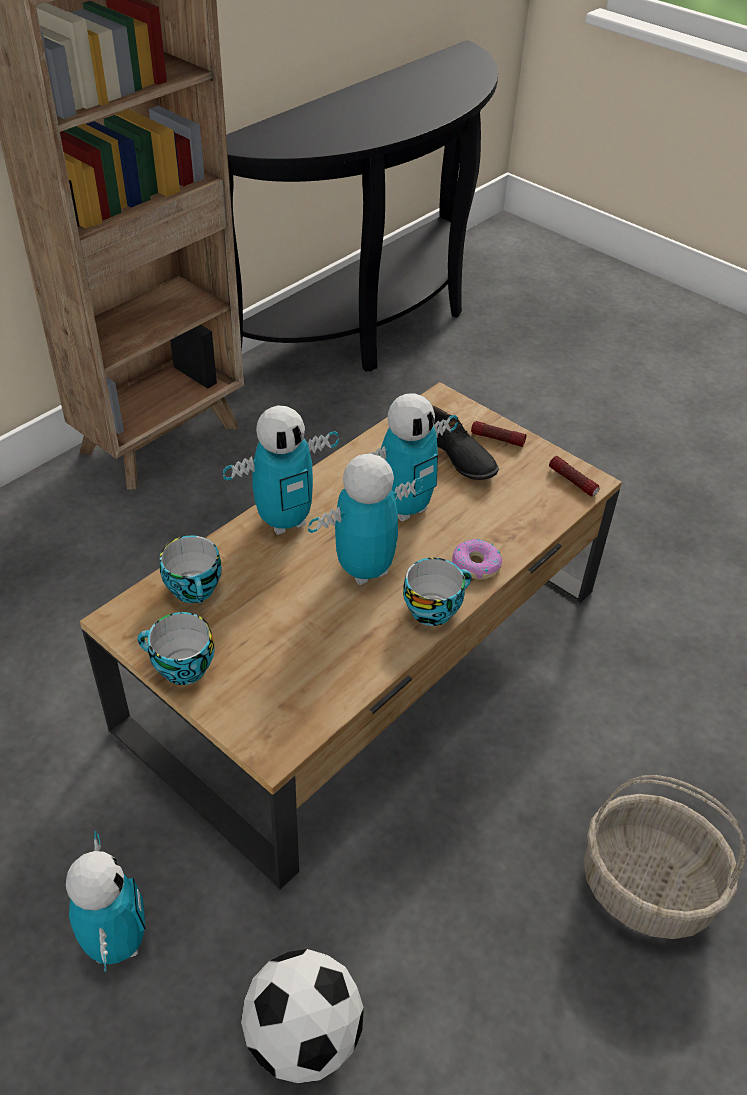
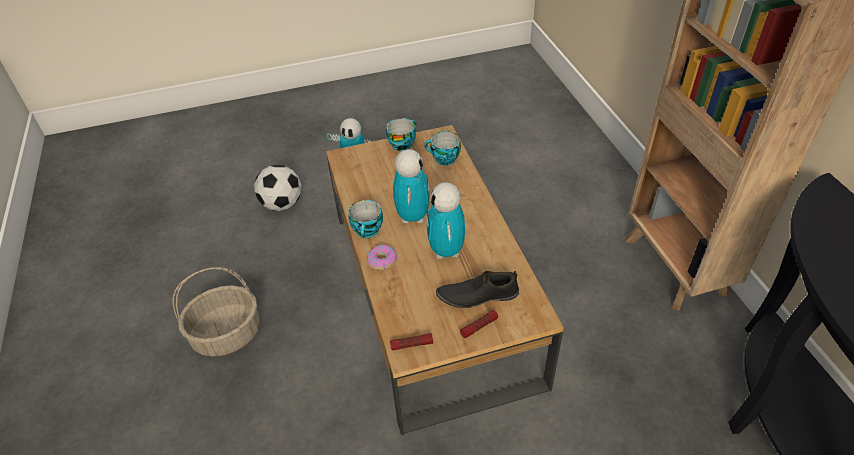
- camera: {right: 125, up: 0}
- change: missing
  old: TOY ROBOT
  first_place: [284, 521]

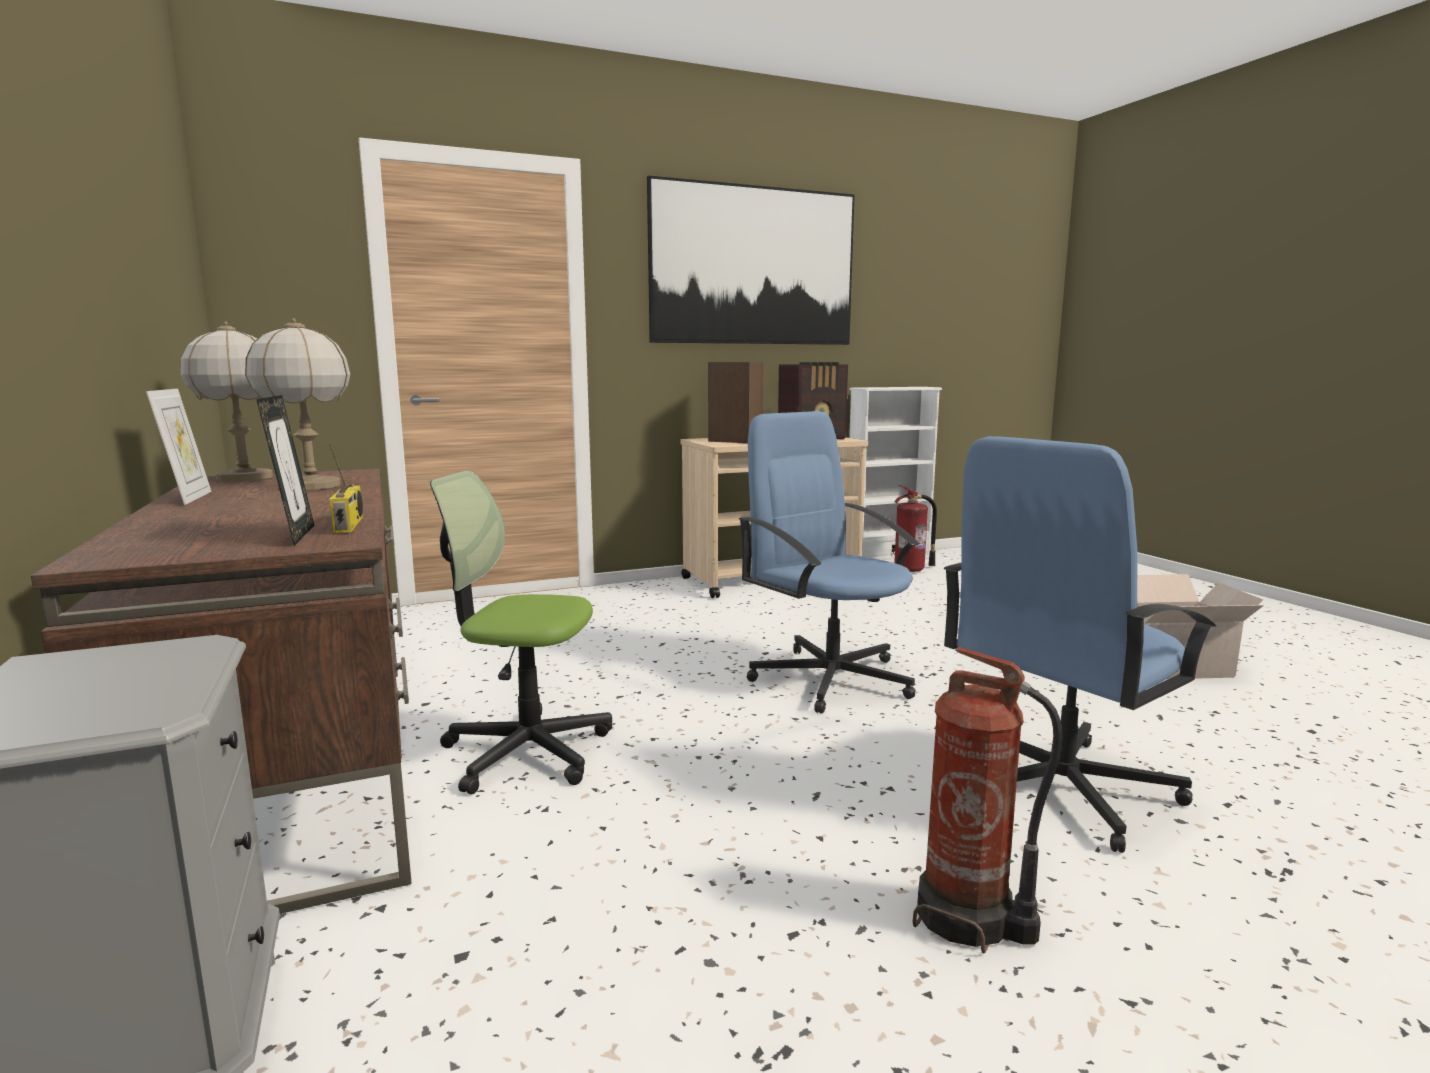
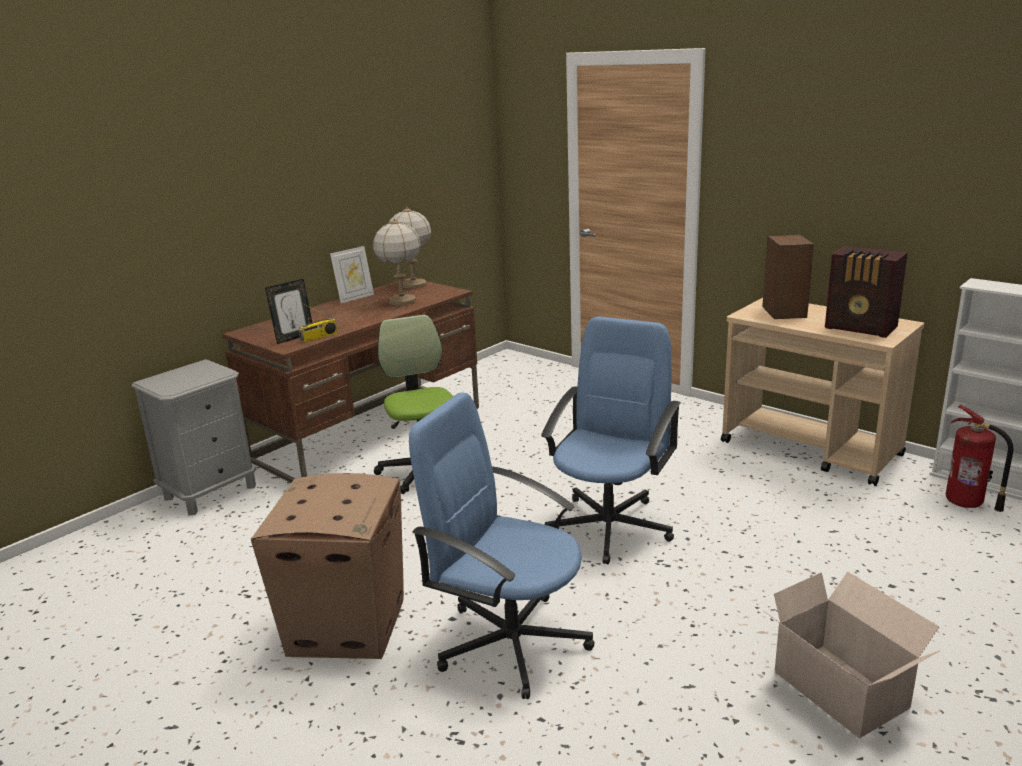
- camera: {right: 65, up: 10}
- change: missing
  old: PICTURE
  first_place: [754, 266]
- change: exchanged
  old: FIRE EXTINGUISHER
  new: CARDBOARD BOX
  first_place: [968, 920]
  second_place: [348, 626]

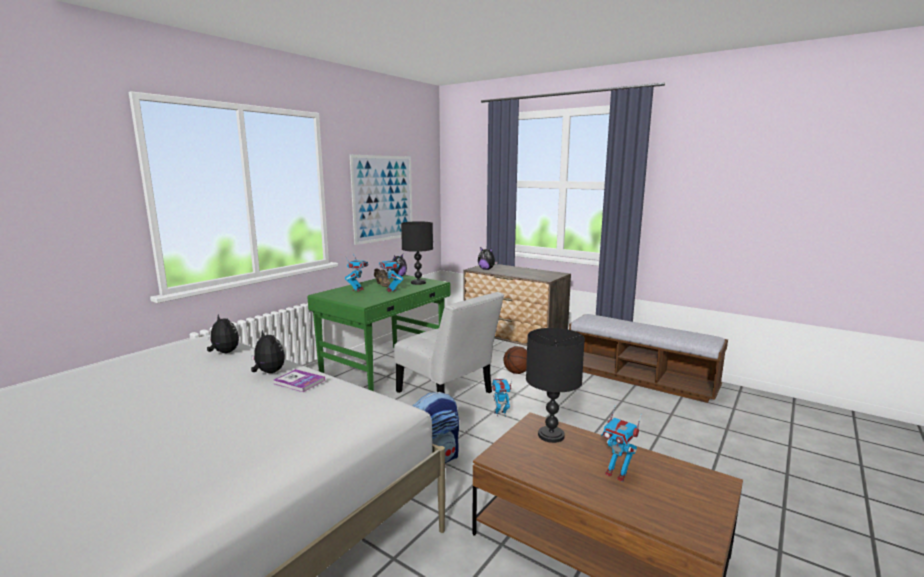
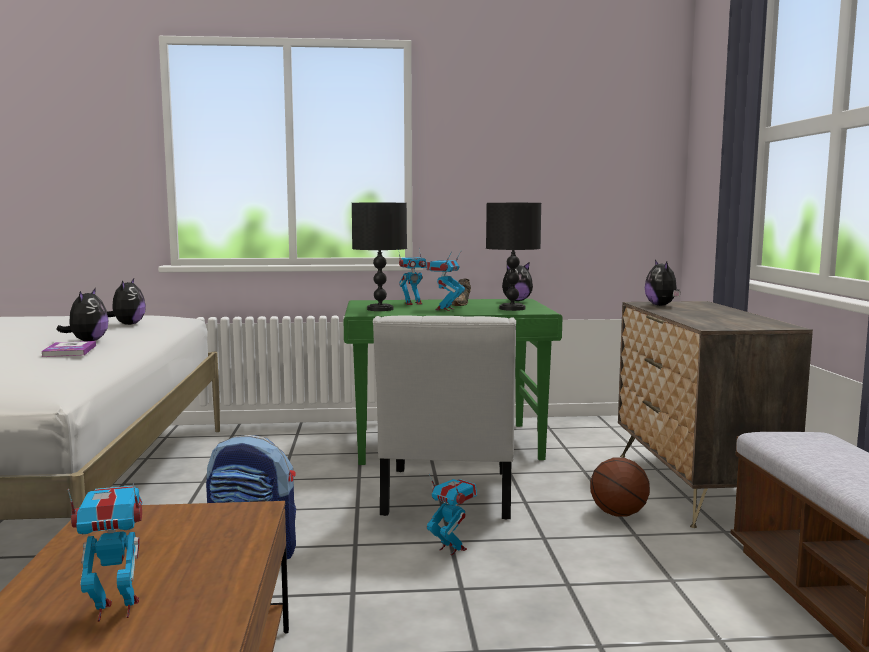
- camera: {right: 50, up: -5}
- change: missing
  old: PICTURE
  first_place: [383, 198]
- change: relocated
  old: BLACK TABLE LAMP
  first_place: [550, 435]
  second_place: [380, 309]
- change: spun
  old: TOY ROBOT
  first_place: [617, 474]
  second_place: [115, 610]
  degrees: 75

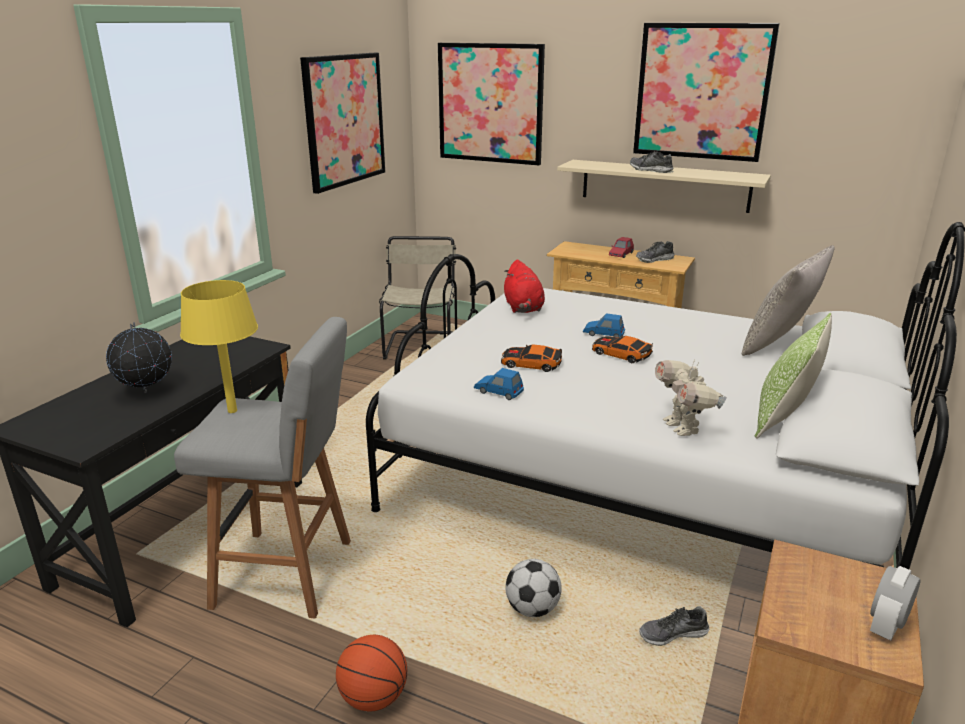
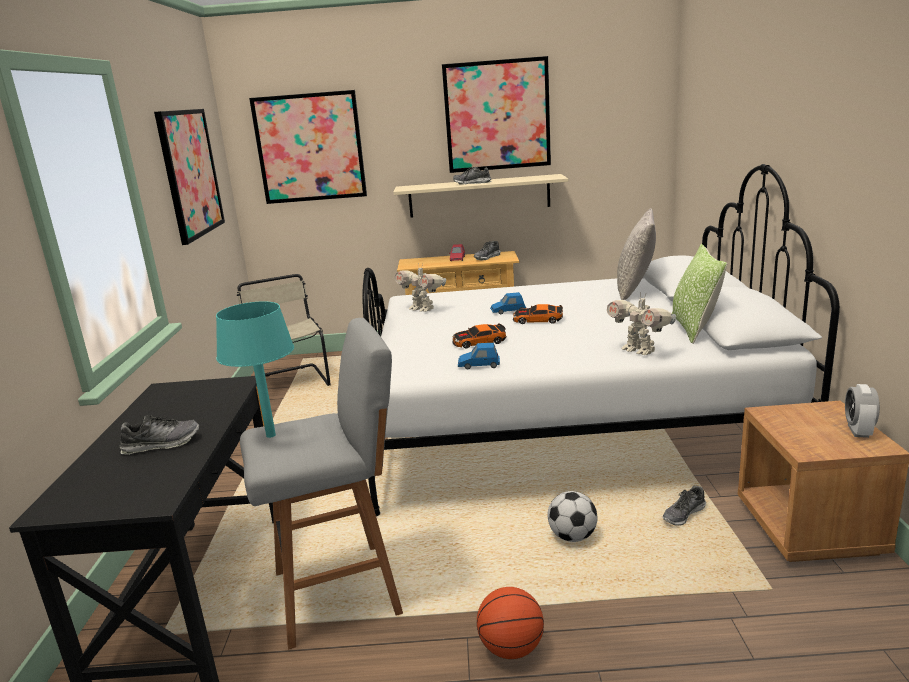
- camera: {right: -25, up: -5}
- change: exchanged
  old: GLOBE
  new: SHOE
  first_place: [147, 391]
  second_place: [161, 444]
- change: exchanged
  old: RED PLUSH TOY
  new: TOY ROBOT
  first_place: [523, 308]
  second_place: [422, 309]
- change: colour
  old: YELLOW TABLE LAMP
  new: TURQUOISE TABLE LAMP
  first_place: [232, 411]
  second_place: [270, 435]

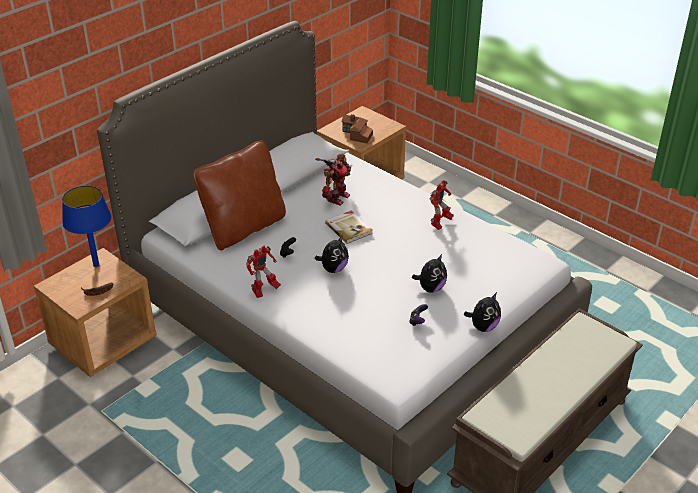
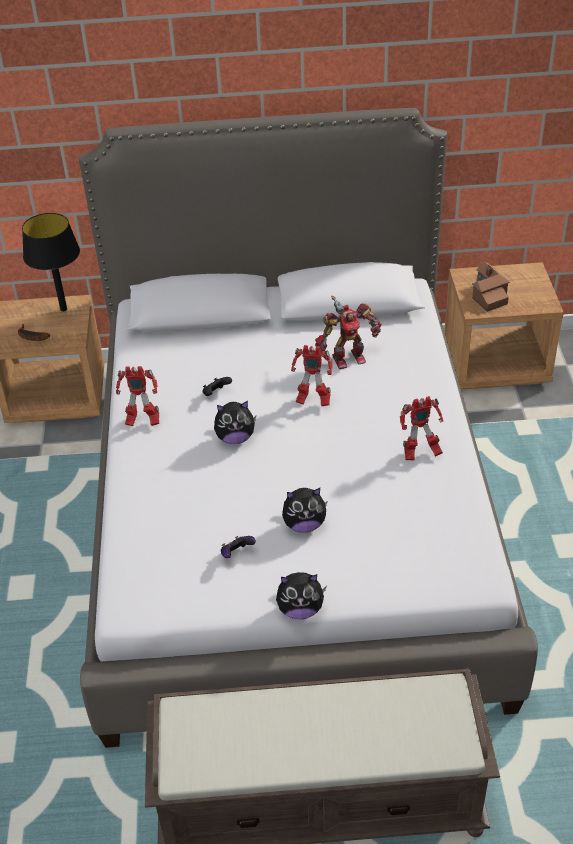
- camera: {right: 45, up: 5}
- change: missing
  old: BROWN PILLOW
  first_place: [244, 228]
- change: exchanged
  old: BOOK
  new: TOY ROBOT
  first_place: [349, 228]
  second_place: [312, 401]
- change: colour
  old: BLUE TABLE LAMP
  new: BLACK TABLE LAMP
  first_place: [96, 265]
  second_place: [63, 309]

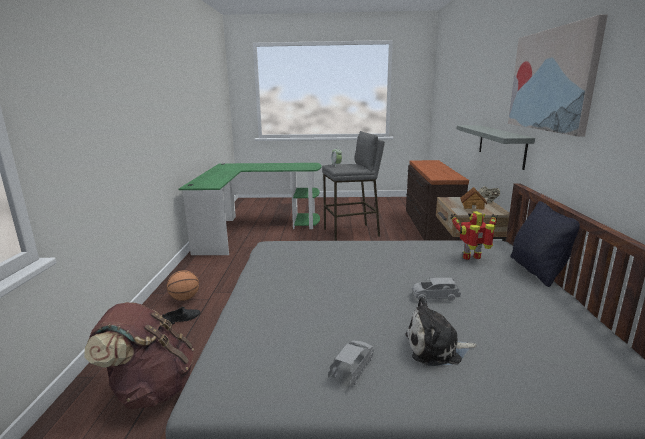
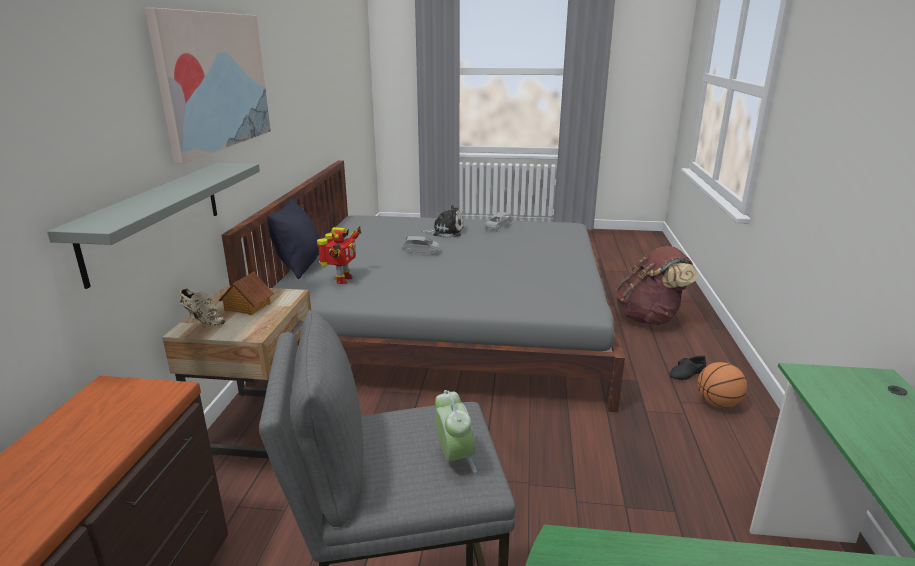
- camera: {right: -175, up: 5}
- change: spun
  old: TOY ROBOT
  first_place: [472, 258]
  second_place: [342, 280]
  degrees: -75

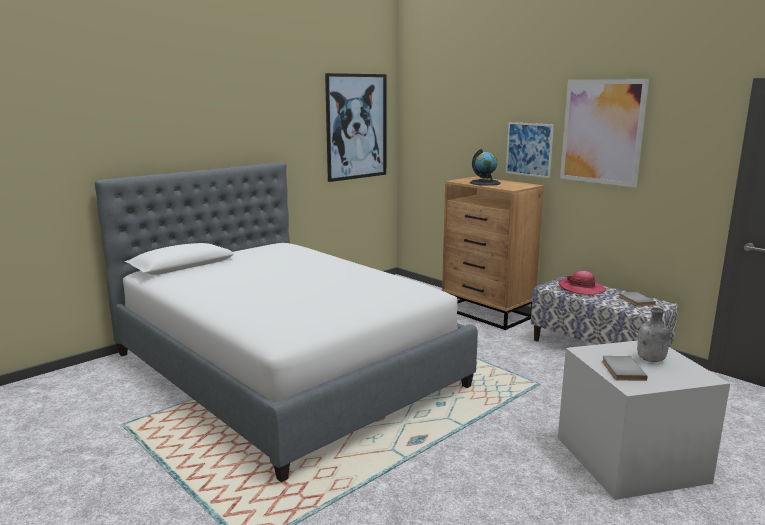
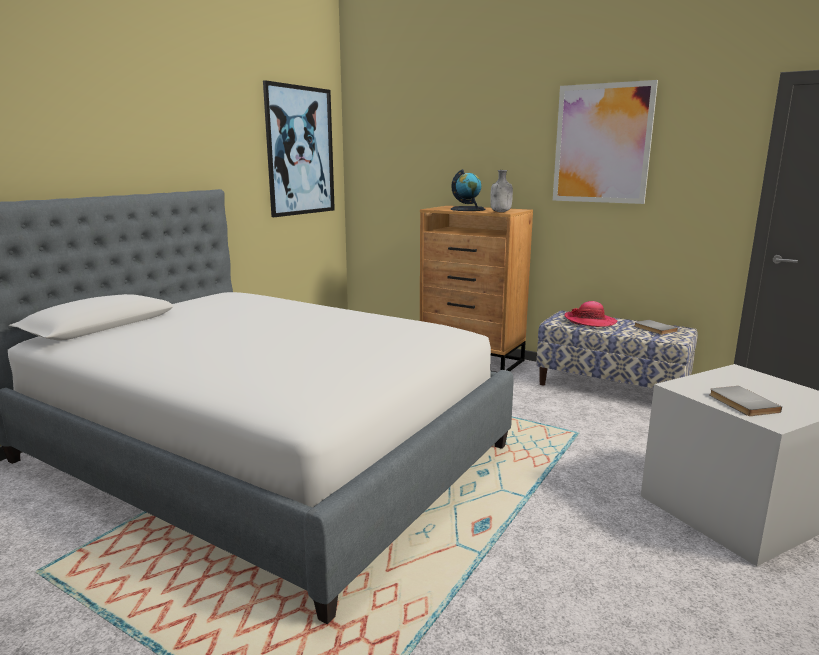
- camera: {right: -15, up: 0}
- change: missing
  old: PICTURE
  first_place: [529, 149]
- change: relocated
  old: GREY BOTTLE
  first_place: [651, 360]
  second_place: [501, 212]

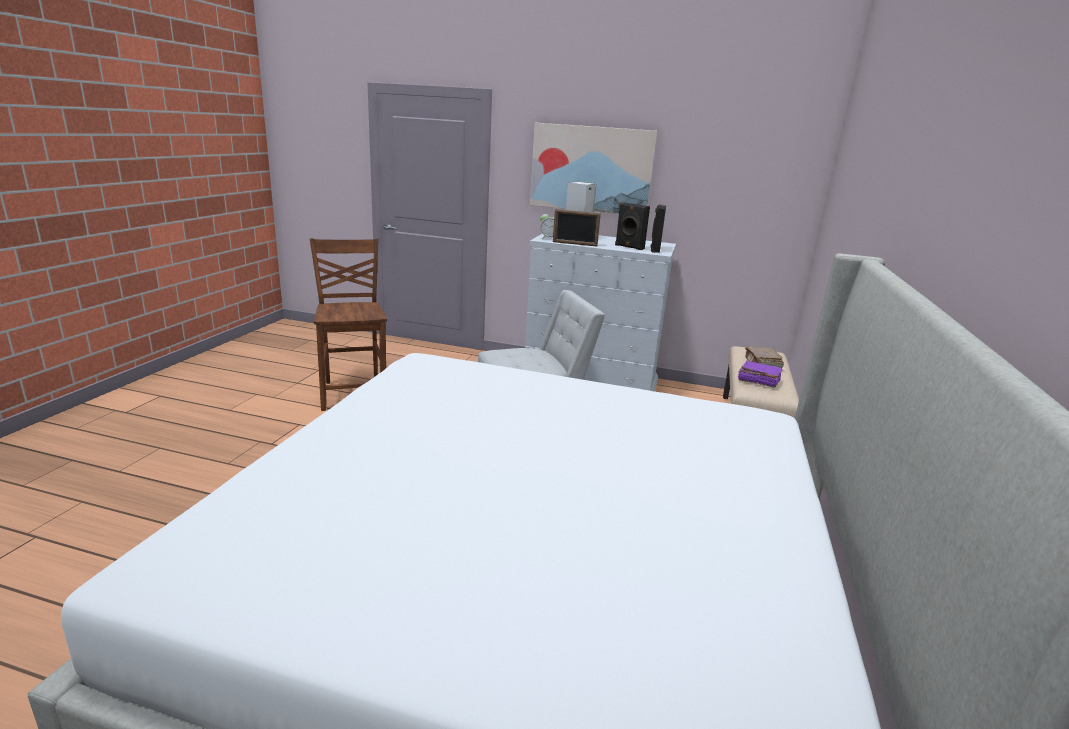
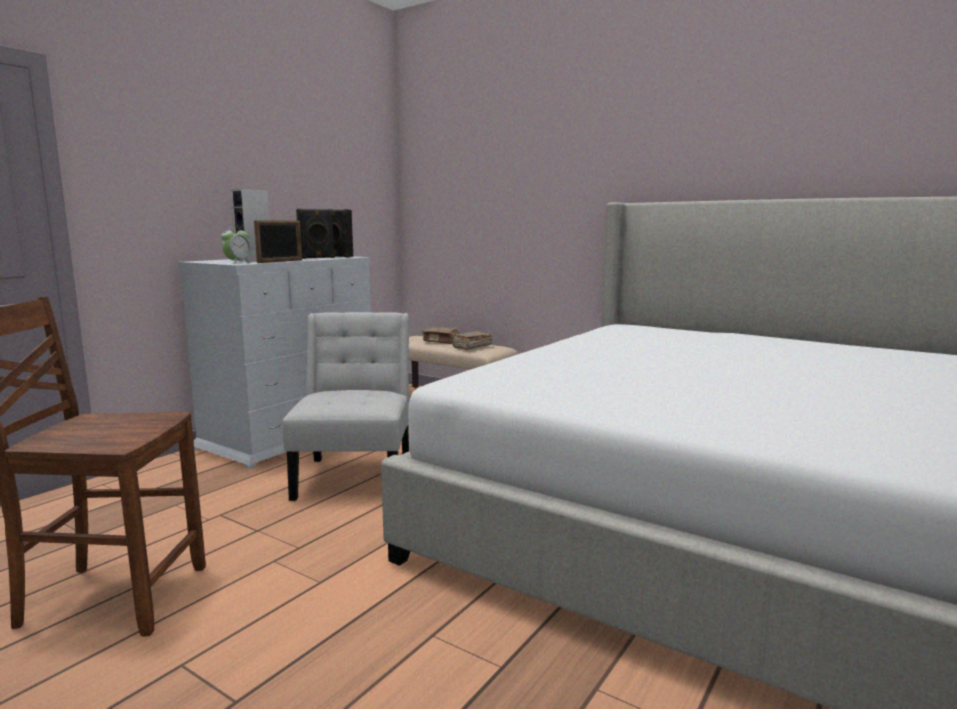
- camera: {right: -70, up: -10}
- change: missing
  old: PICTURE
  first_place: [591, 169]
- change: colour
  old: PURPLE BOOK
  new: BROWN BOOK
  first_place: [757, 381]
  second_place: [471, 347]

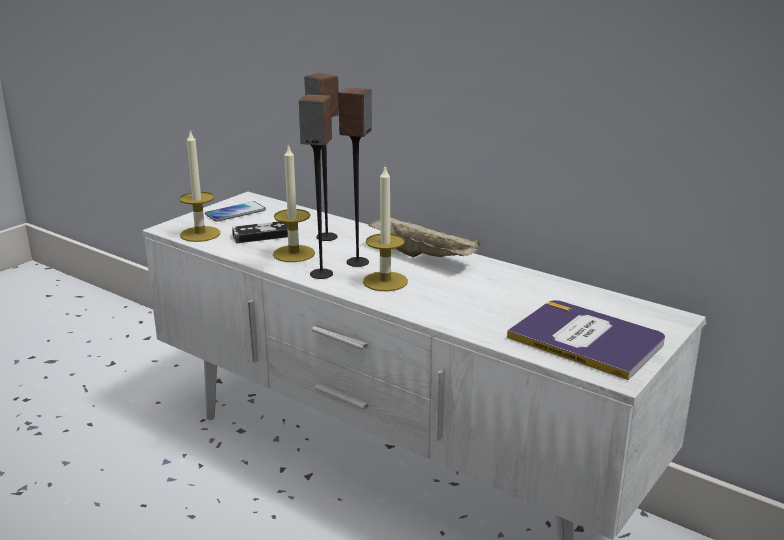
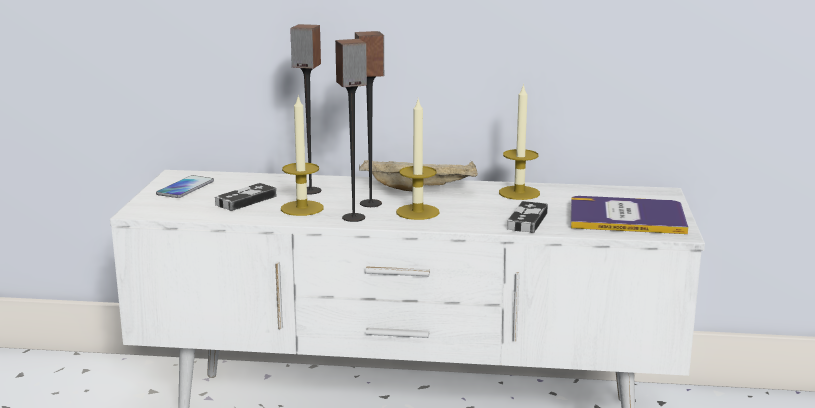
- camera: {right: -30, up: -5}
- change: appeared
  new: GAME CONTROLLER
  second_place: [527, 221]
- change: relocated
  old: CANDLE
  first_place: [200, 234]
  second_place: [519, 193]

